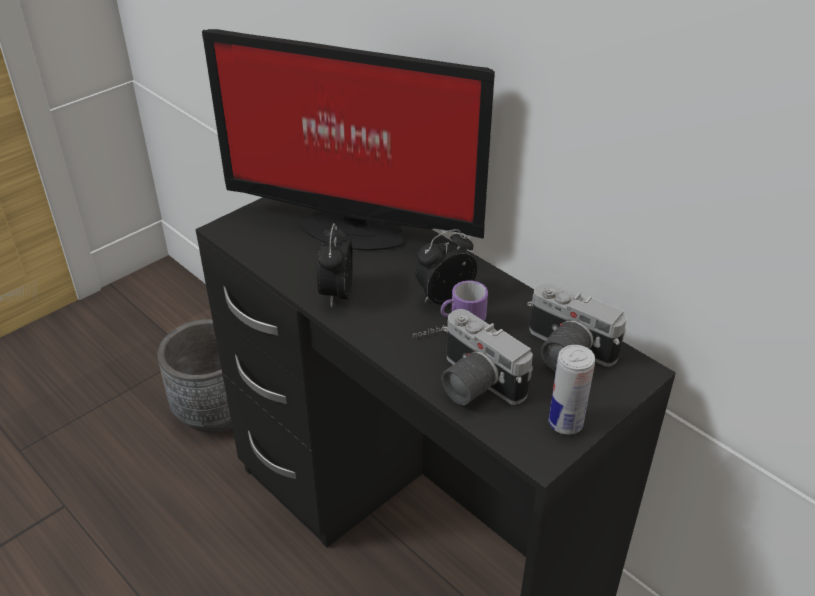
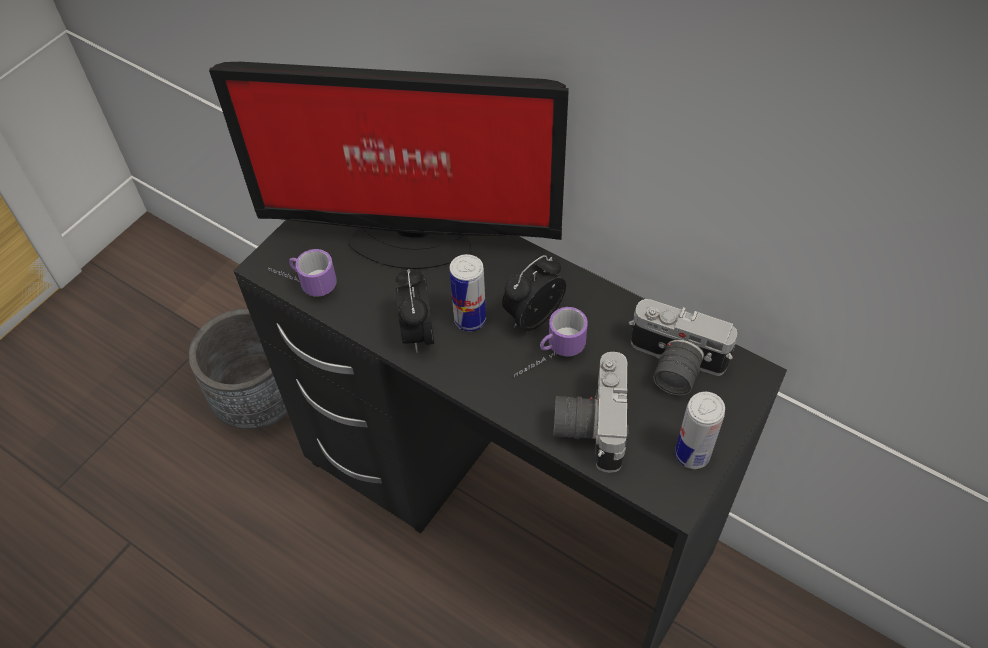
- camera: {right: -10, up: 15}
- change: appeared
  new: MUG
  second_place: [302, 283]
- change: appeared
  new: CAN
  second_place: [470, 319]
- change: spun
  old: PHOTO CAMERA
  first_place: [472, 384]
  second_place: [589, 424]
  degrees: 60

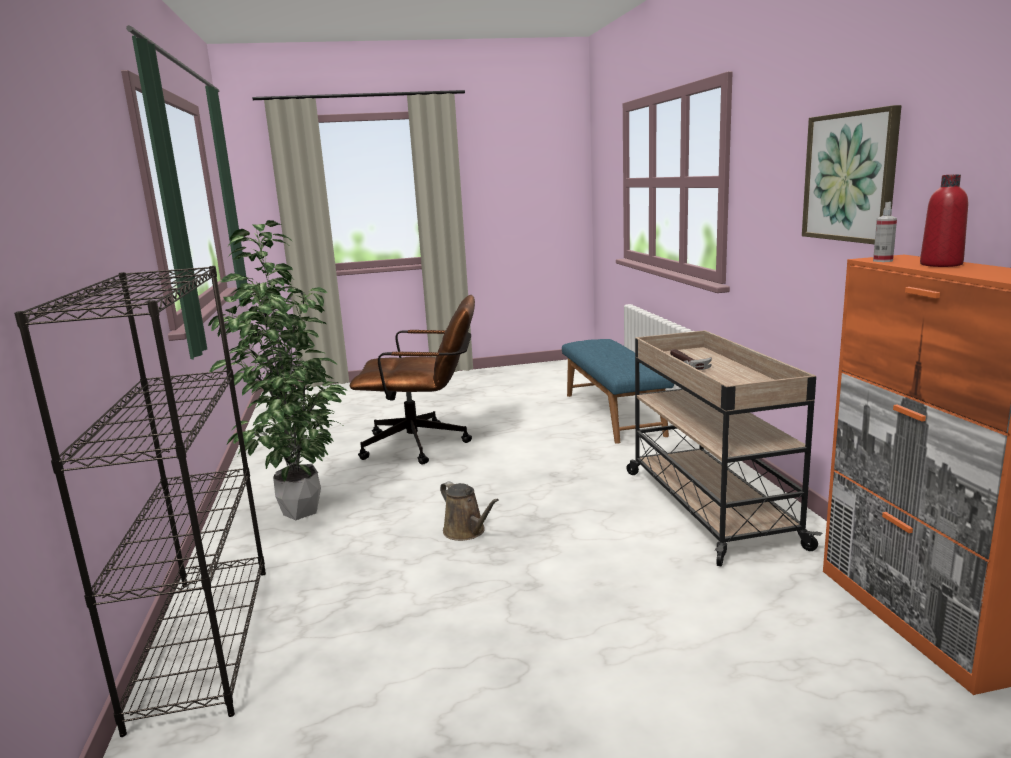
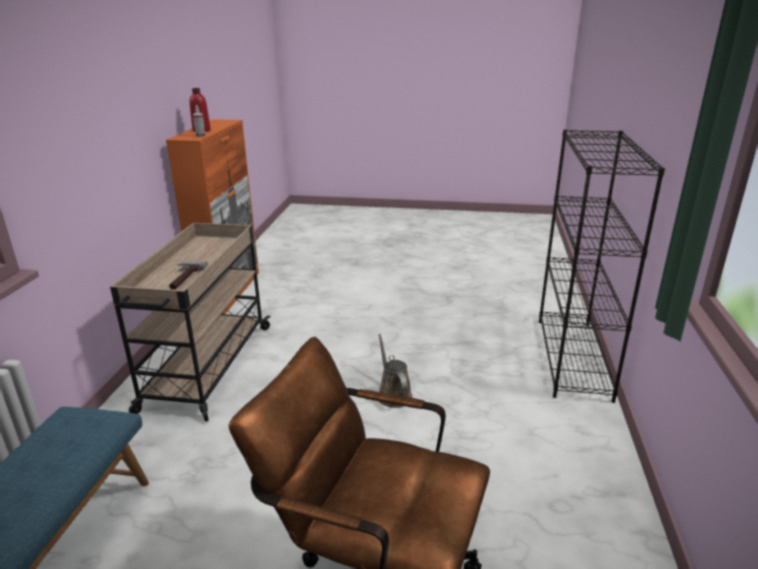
- camera: {right: -160, up: 10}
- change: missing
  old: POTTED PLANT
  first_place: [298, 514]
- change: missing
  old: PICTURE
  first_place: [850, 177]

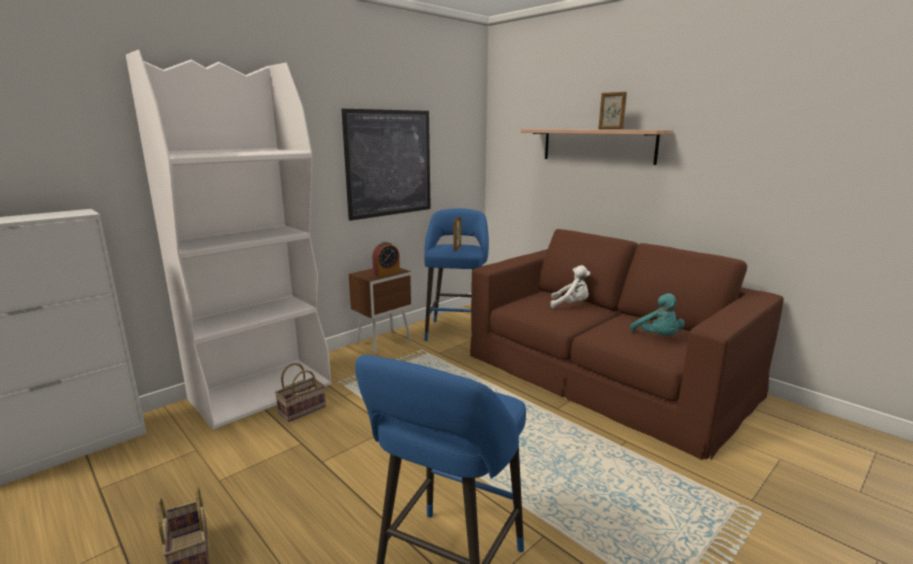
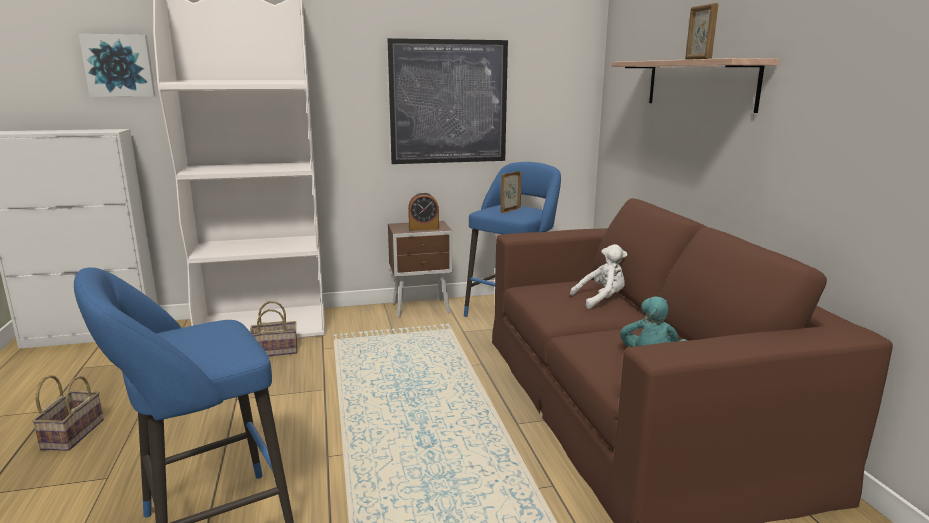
- camera: {right: 30, up: 0}
- change: appeared
  new: PICTURE
  second_place: [119, 65]
- change: spun
  old: WHITE PLUSH TOY
  first_place: [571, 305]
  second_place: [601, 299]
  degrees: -60

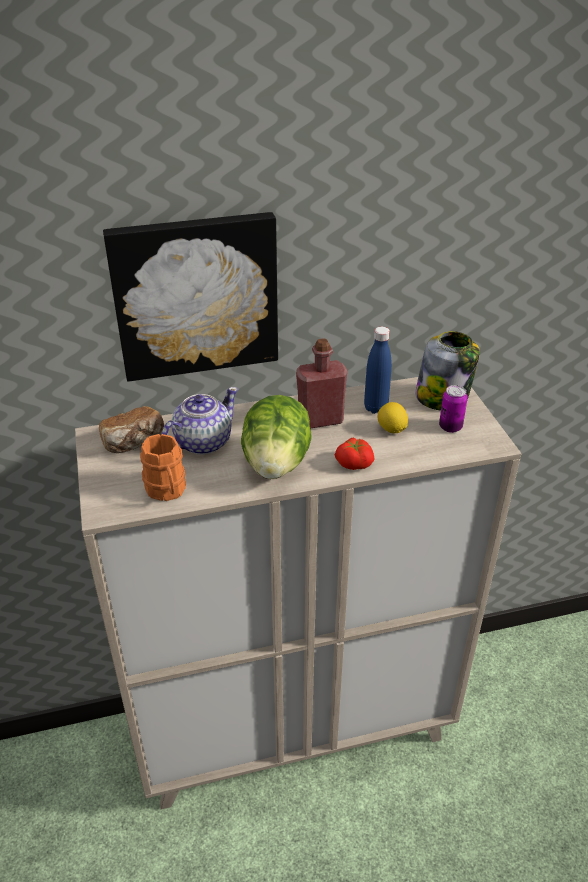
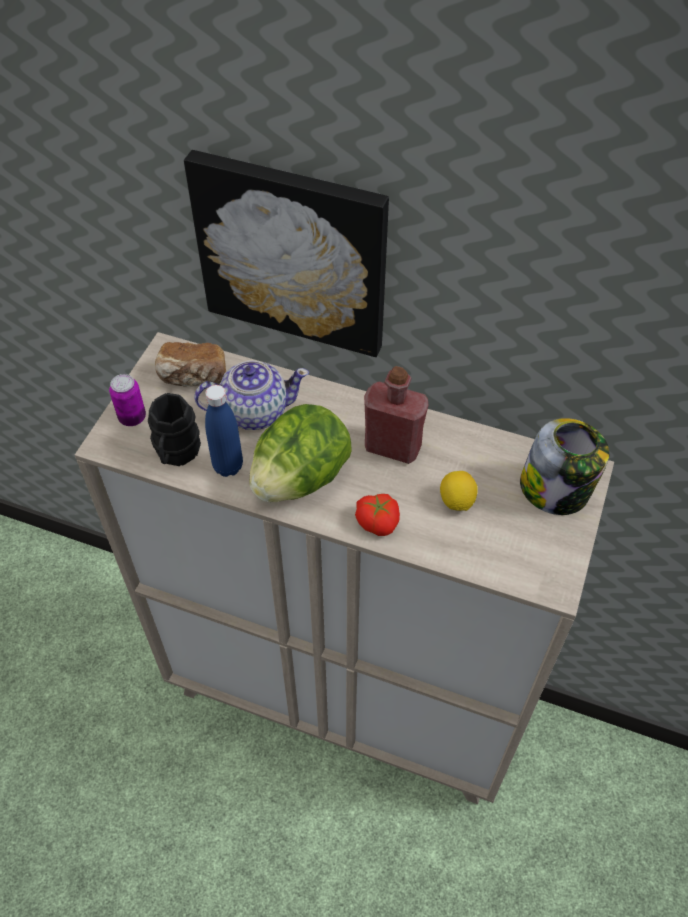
- camera: {right: 35, up: 15}
- change: relocated
  old: BLUE BOTTLE
  first_place: [375, 408]
  second_place: [228, 466]
- change: relocated
  old: CAN
  first_place: [450, 427]
  second_place: [132, 417]
- change: colour
  old: ORANGE MUG
  new: BLACK MUG
  first_place: [167, 491]
  second_place: [176, 453]

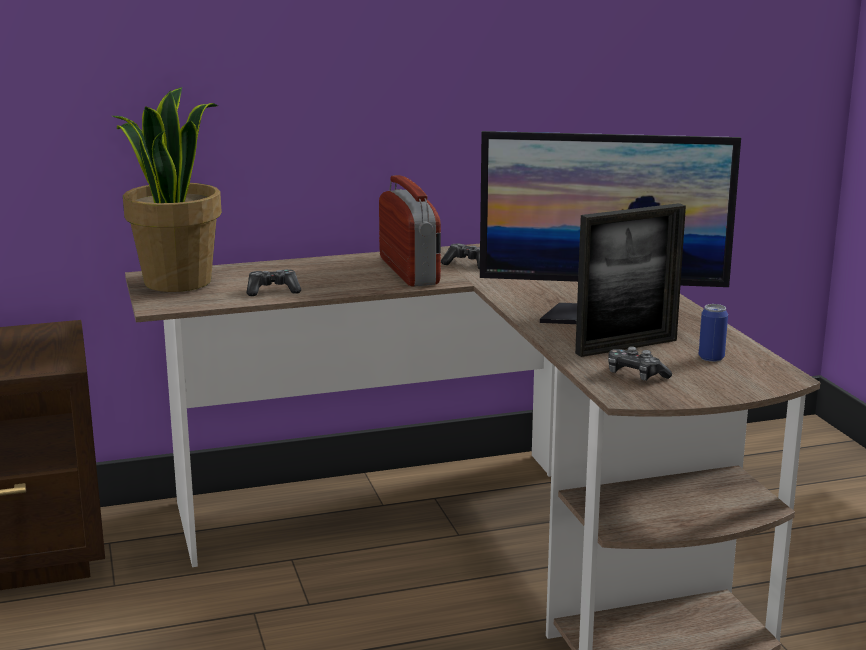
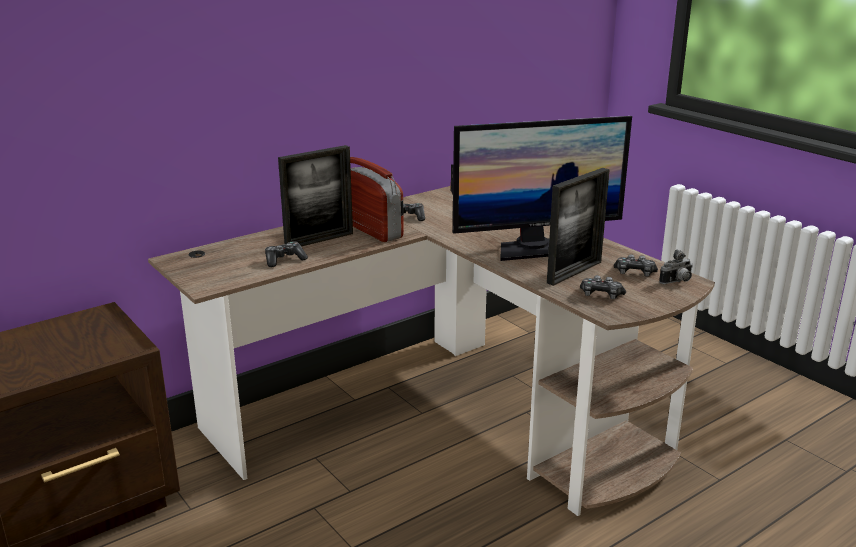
- camera: {right: -20, up: 5}
- change: missing
  old: POTTED PLANT
  first_place: [177, 281]
- change: appeared
  new: PICTURE FRAME
  second_place: [319, 240]
- change: appeared
  new: PHOTO CAMERA
  second_place: [677, 282]
- change: exchanged
  old: CAN
  new: GAME CONTROLLER
  first_place: [711, 358]
  second_place: [634, 273]

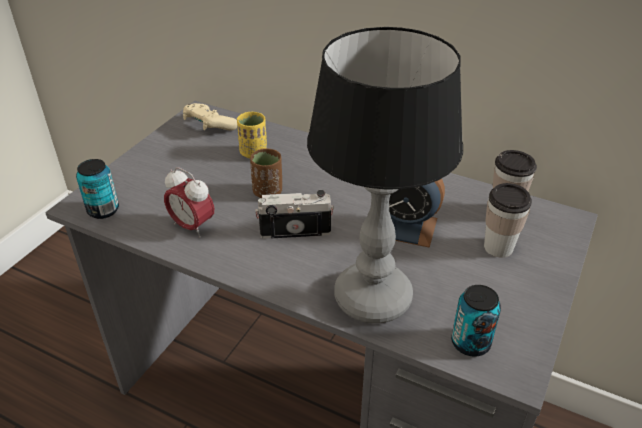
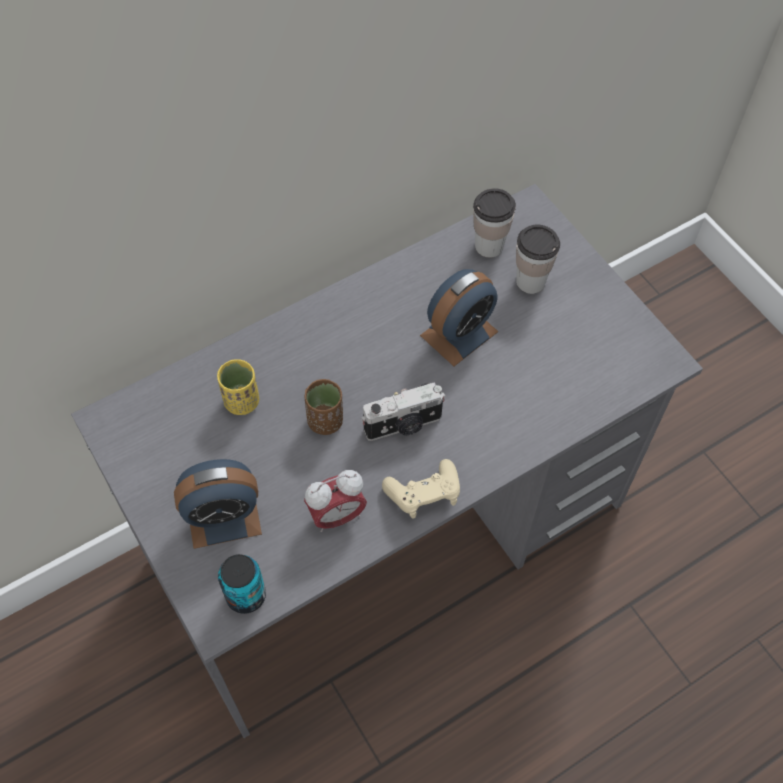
- camera: {right: -60, up: 20}
- change: missing
  old: TABLE LAMP
  first_place: [374, 298]
- change: missing
  old: CAN
  first_place: [470, 343]
- change: appeared
  new: ALARM CLOCK
  second_place: [223, 517]
- change: relocated
  old: BEIGE GAME CONTROLLER
  first_place: [209, 127]
  second_place: [424, 495]
- change: spun
  old: PHOTO CAMERA
  first_place: [295, 230]
  second_place: [403, 425]
  degrees: -135

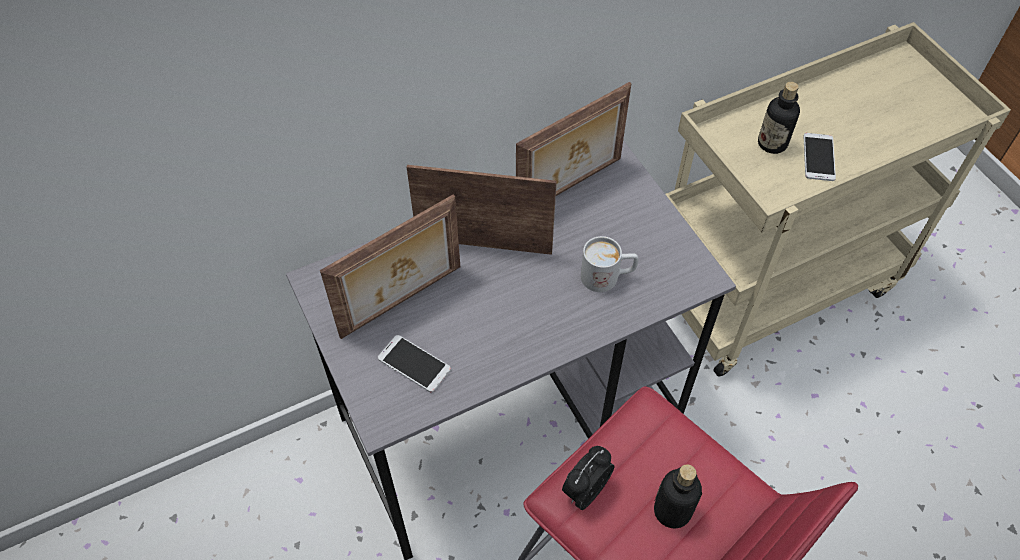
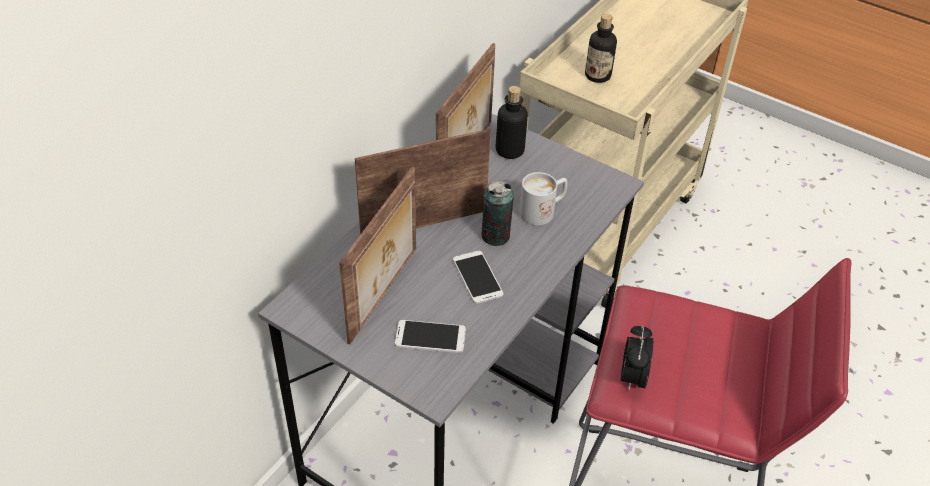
- camera: {right: -30, up: -10}
- change: appeared
  new: CAN
  second_place: [495, 236]
- change: relocated
  old: BOTTLE
  first_place: [672, 511]
  second_place: [509, 150]
- change: relocated
  old: PHONE
  first_place: [818, 157]
  second_place: [477, 277]

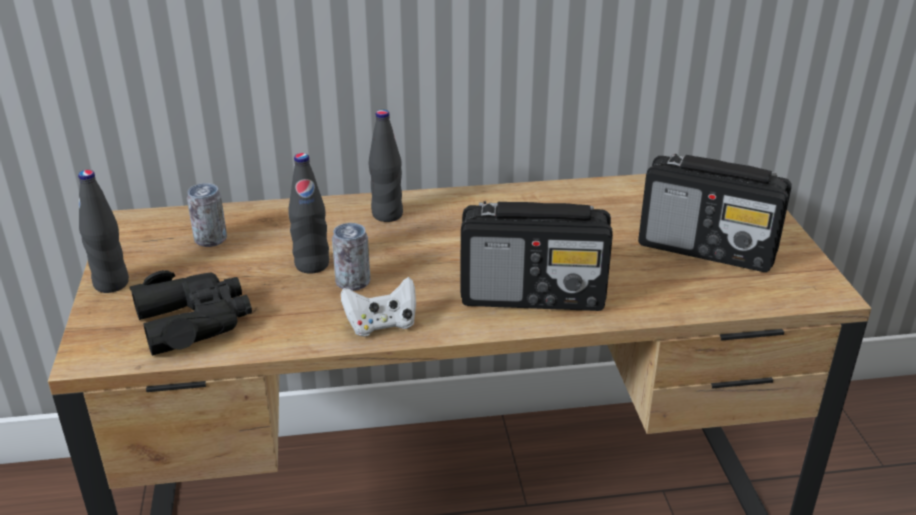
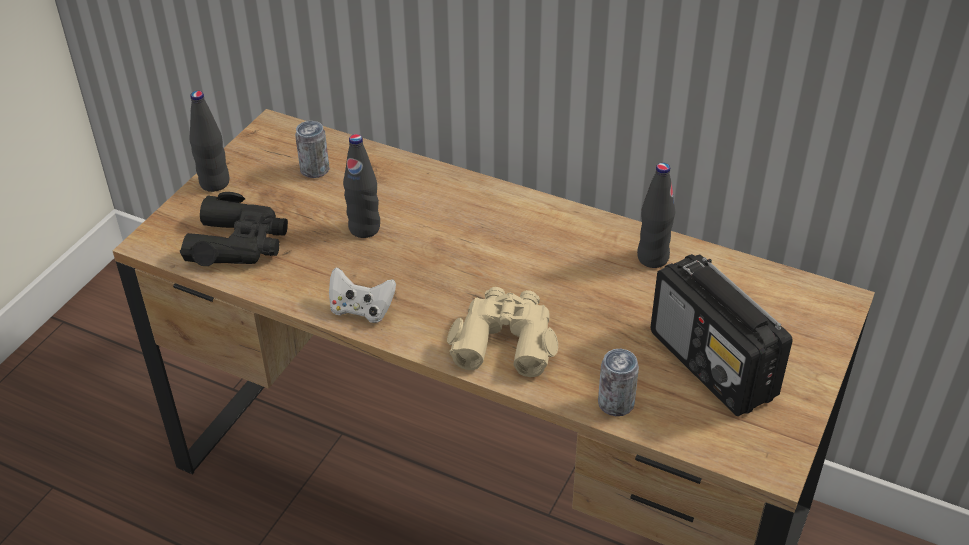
- camera: {right: 35, up: 10}
- change: relocated
  old: CAN
  first_place: [353, 282]
  second_place: [616, 404]
- change: relocated
  old: BLACK BOTTLE
  first_place: [387, 215]
  second_place: [652, 258]
- change: exchanged
  old: RADIO
  new: BEIGE BINOCULARS
  first_place: [534, 295]
  second_place: [505, 339]

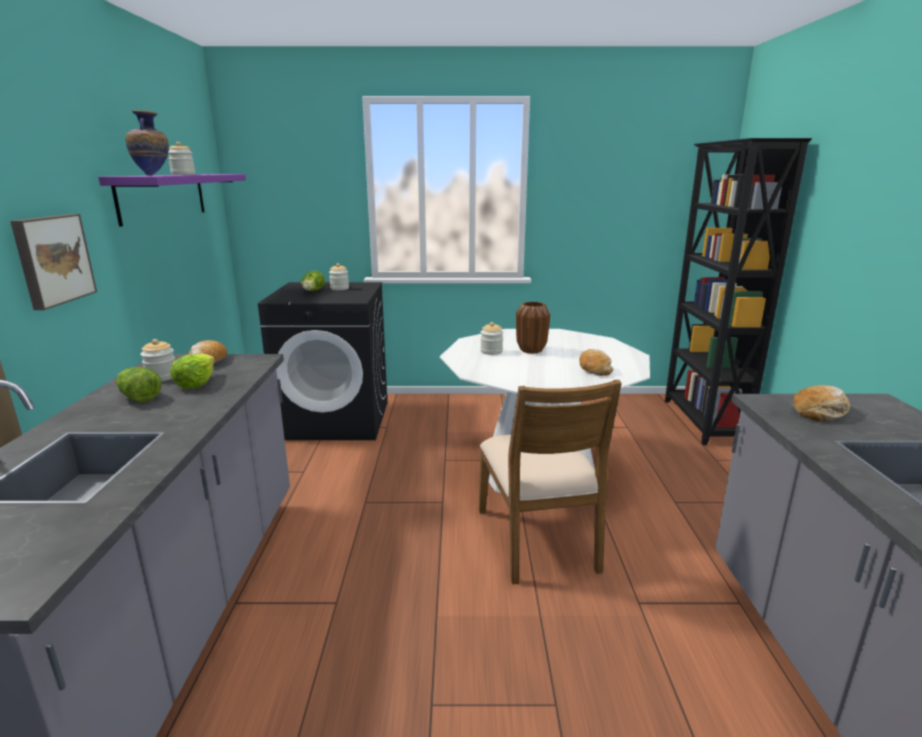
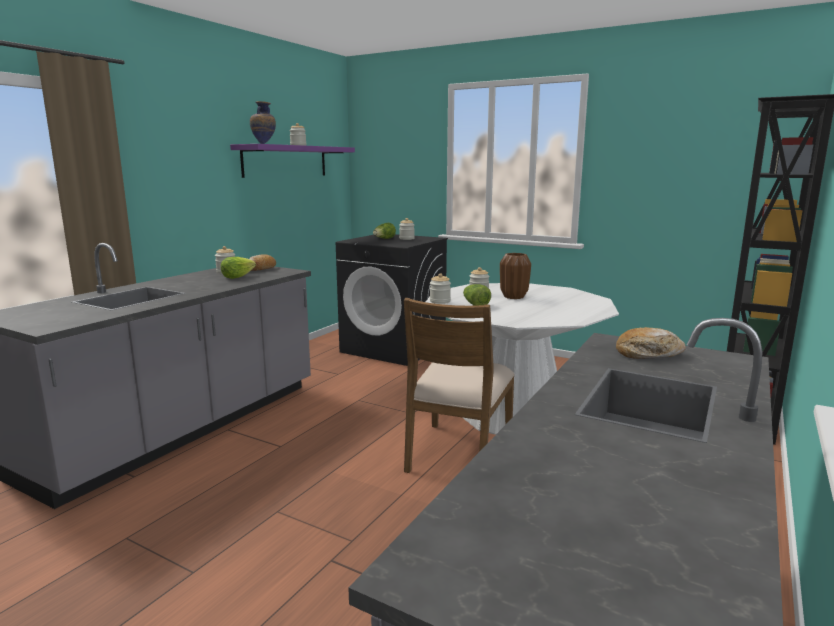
- camera: {right: 30, up: -5}
- change: missing
  old: PICTURE
  first_place: [52, 259]
- change: missing
  old: BREAD
  first_place: [594, 369]
- change: appeared
  new: JAR
  second_place: [440, 301]
- change: relocated
  old: LETTUCE
  first_place: [139, 397]
  second_place: [475, 304]

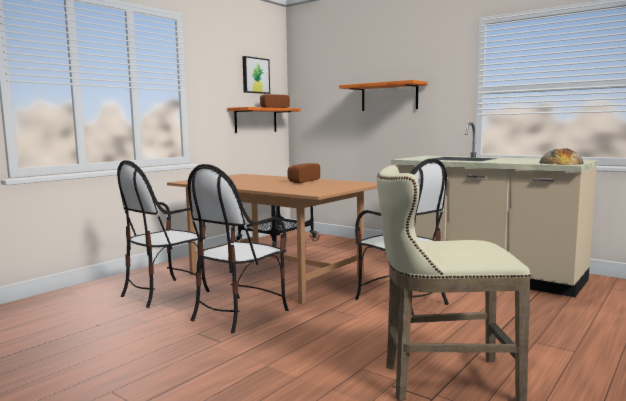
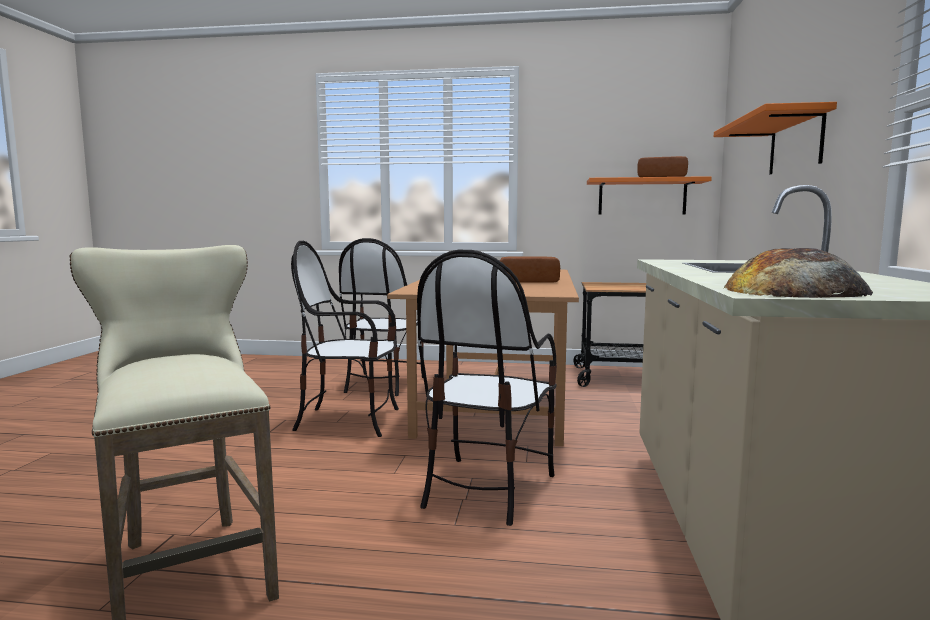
- camera: {right: 60, up: 0}
- change: missing
  old: PICTURE
  first_place: [255, 75]
- change: spun
  old: CHAIR
  first_place: [165, 293]
  second_place: [383, 384]
  degrees: -90

